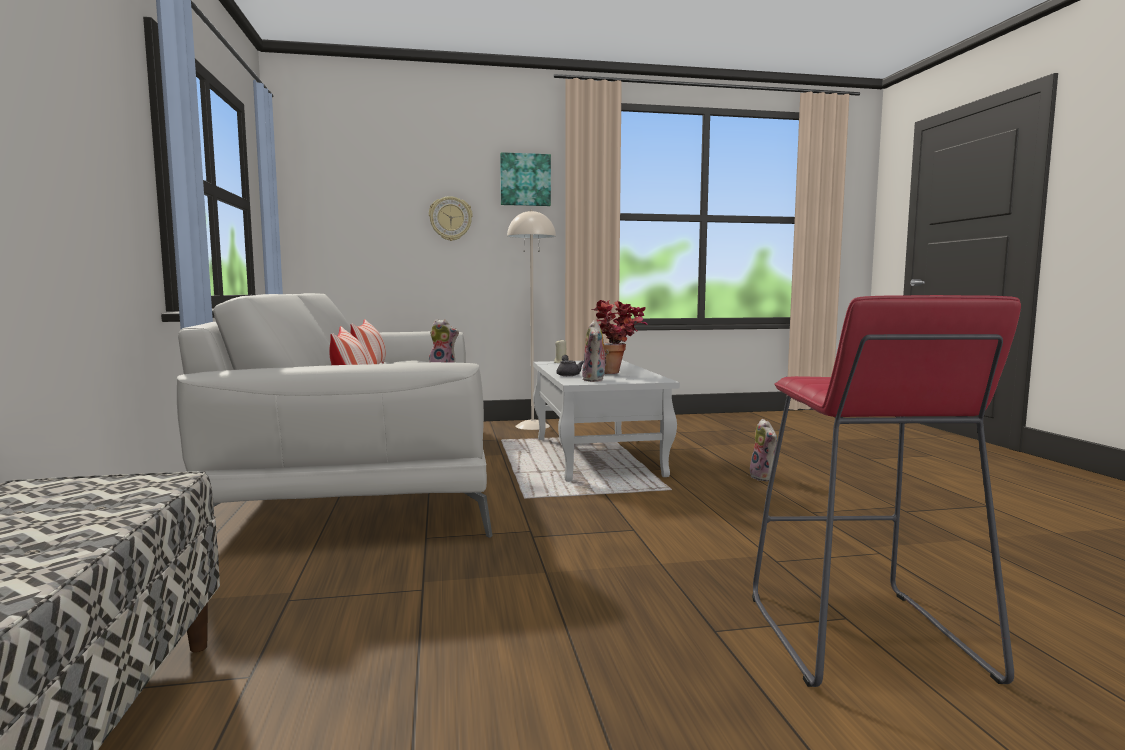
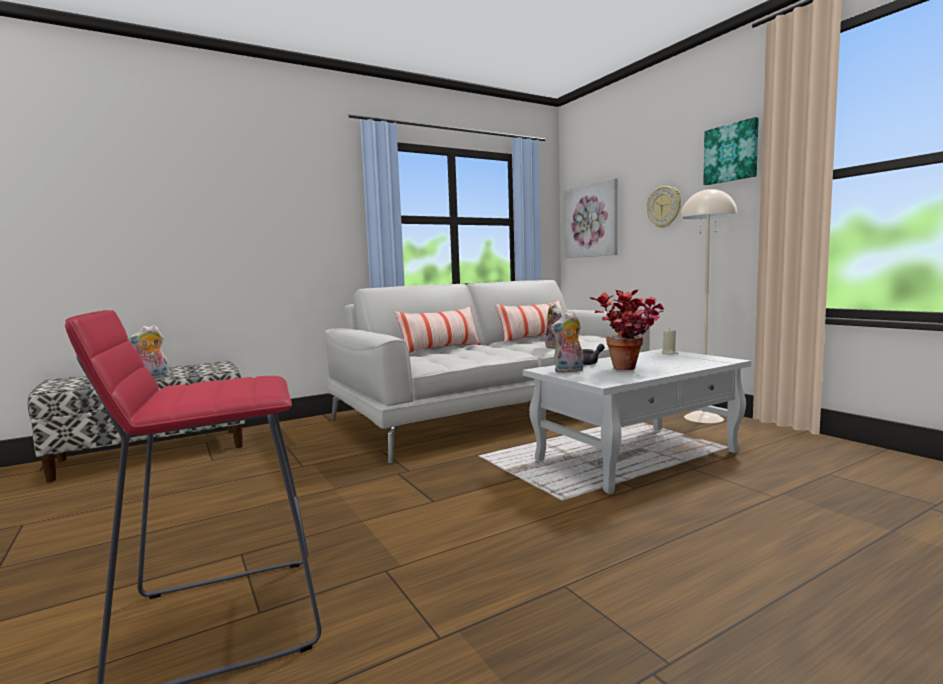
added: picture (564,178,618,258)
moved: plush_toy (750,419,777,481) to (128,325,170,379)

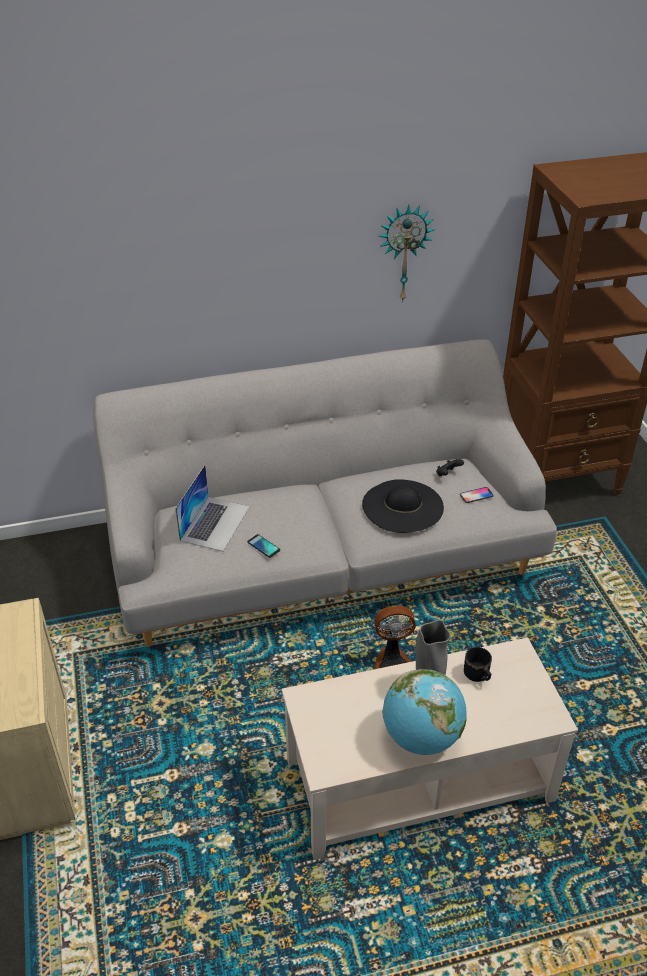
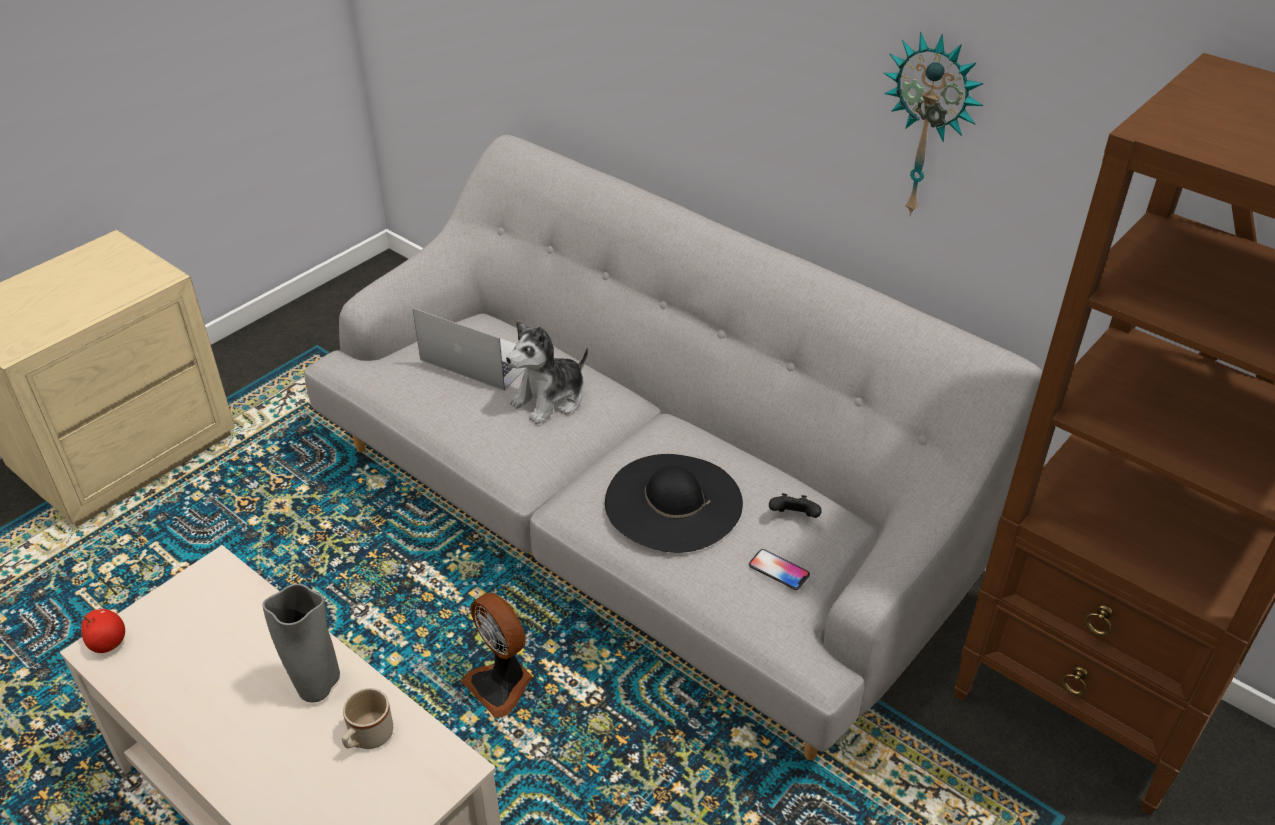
removed: phone (247,534,280,558); globe (382,669,466,755)
added: plush_toy (506,321,588,424); apple (81,609,125,653)
recoloured: black_mug (464,647,492,682) to beige_mug (342,688,393,749)
turned: laptop (175,465,250,552) = (413,308,525,391) 135 degrees counterclockwise

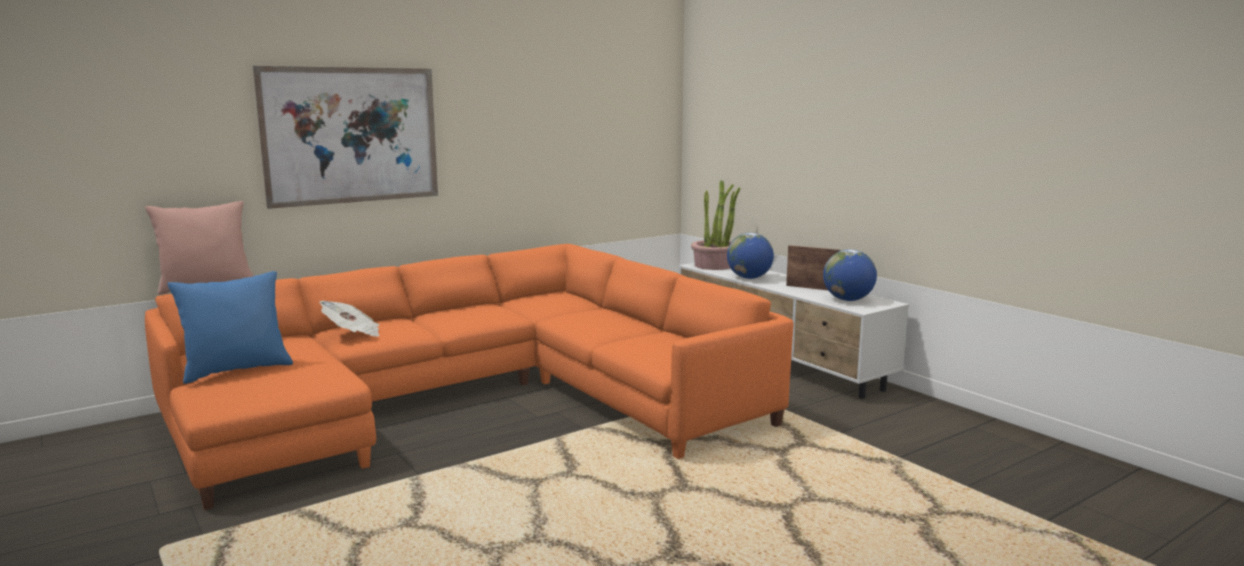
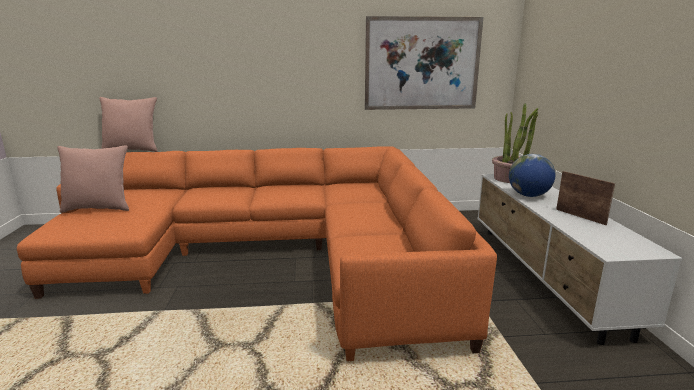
removed: globe (823,249,877,301); newspaper (320,301,379,337)
moved: picture (253,66,438,209) to (365,16,483,110)
recoloured: blue_pillow (167,271,293,384) to pink_pillow (57,146,129,213)

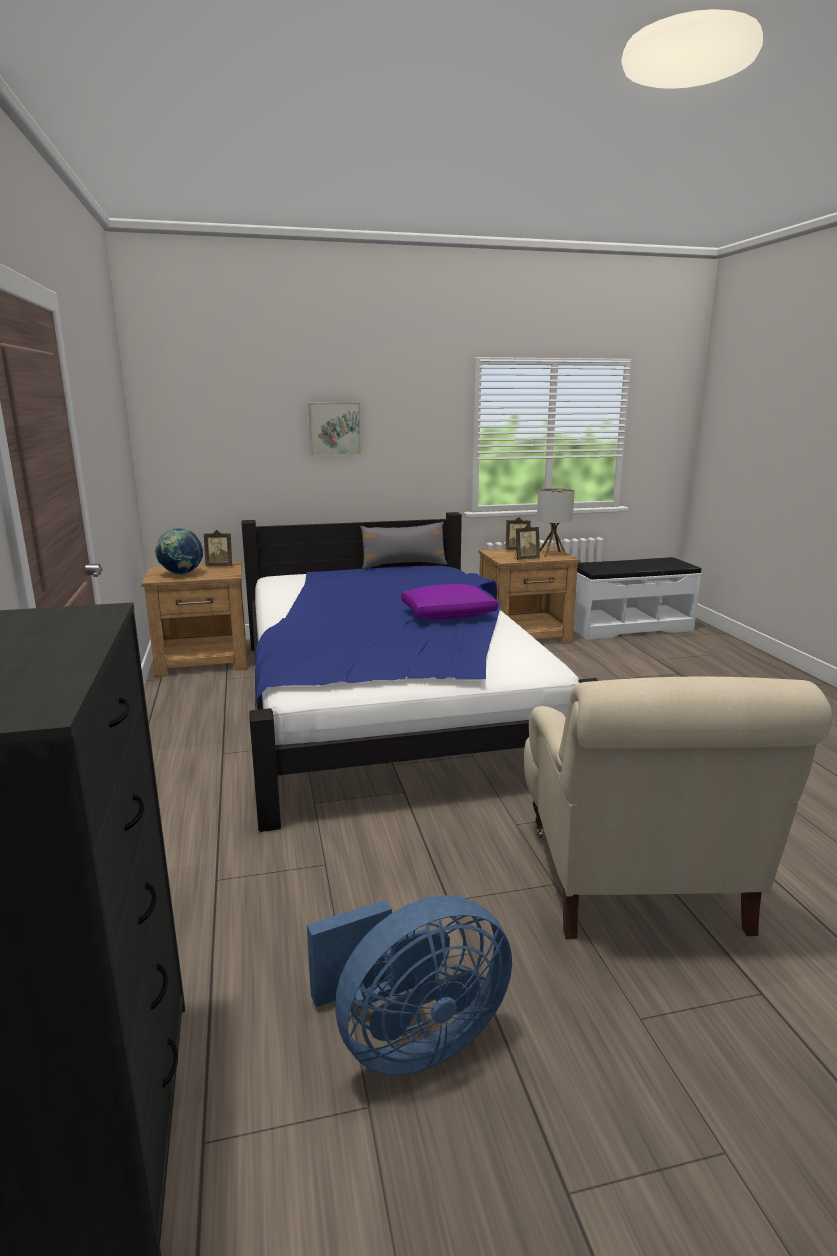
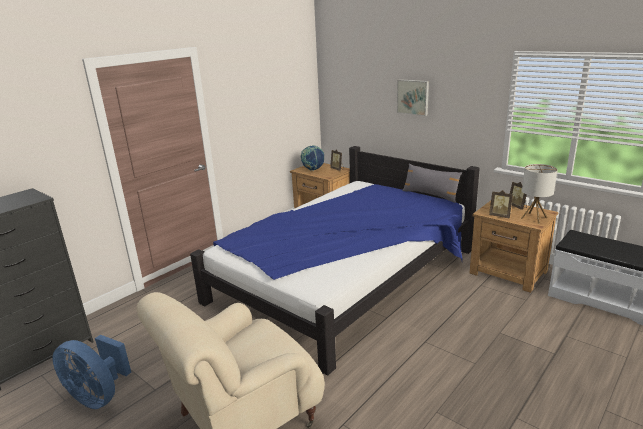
removed: purple_pillow (401,584,498,619)

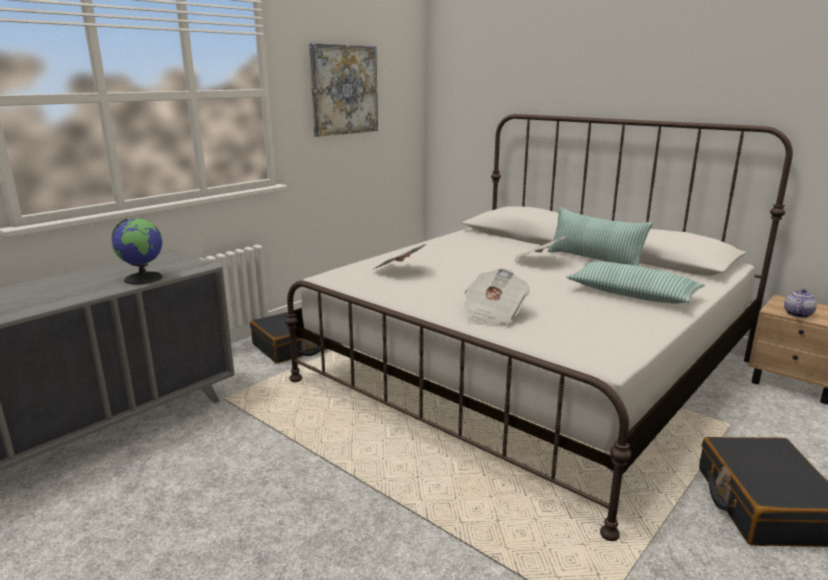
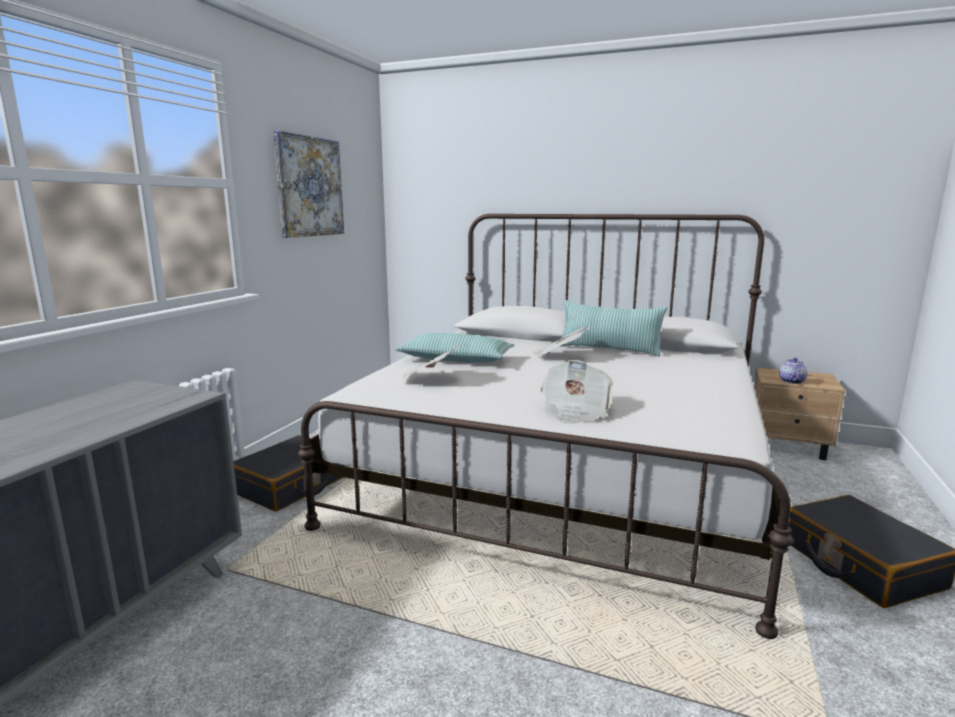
removed: globe (112,219,163,285)
moved: pillow (566,261,705,304) to (395,333,515,363)

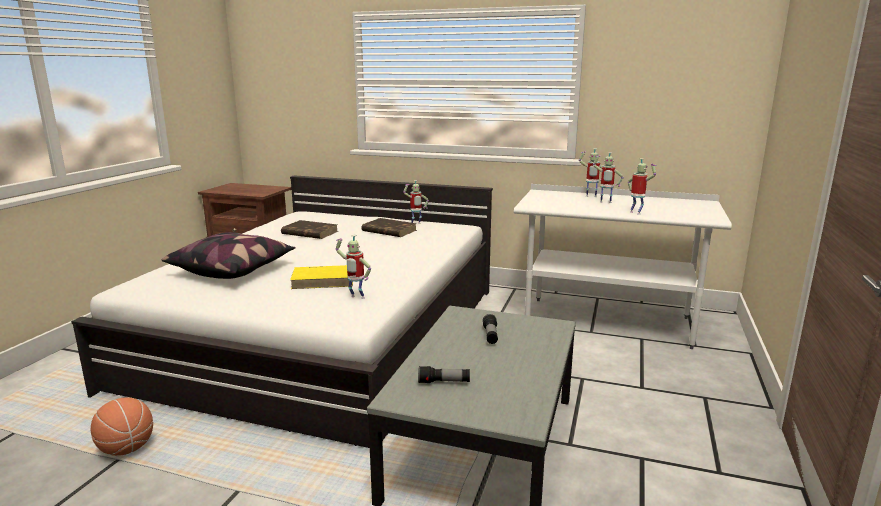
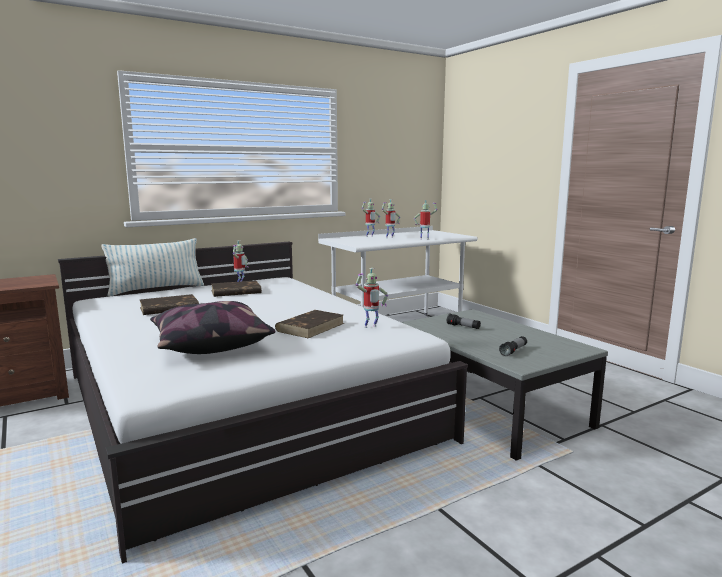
removed: basketball (90,397,153,456)
added: pillow (101,238,204,296)
recoloured: yellow_book (290,265,353,289) to brown_book (275,310,344,338)

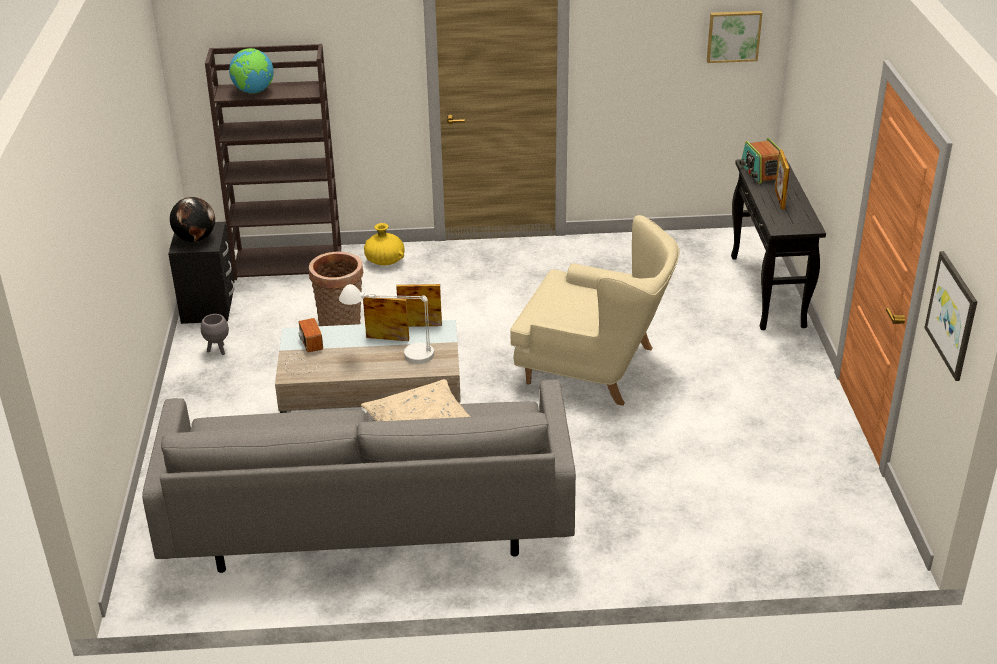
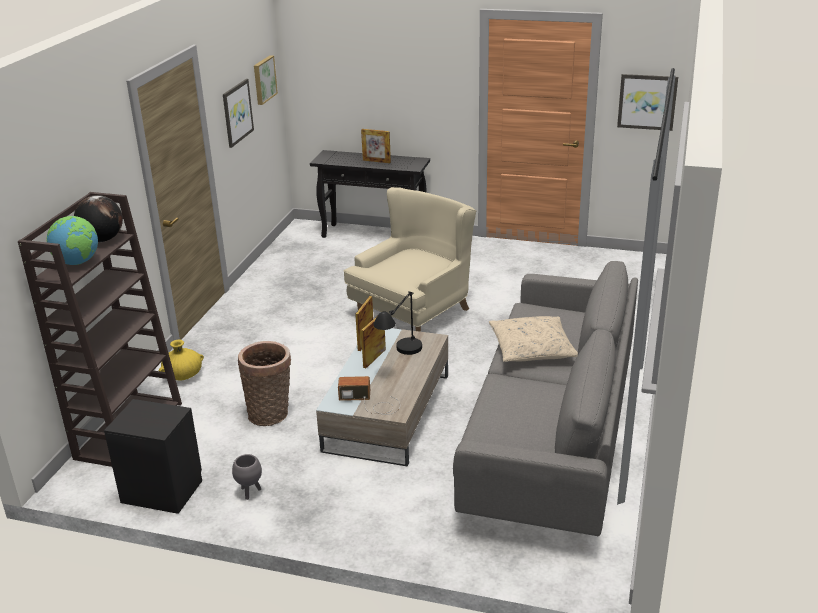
removed: radio (740,138,781,184)
added: picture (223,79,254,148)
moved: globe (170,197,215,242) to (74,195,123,242)
recoloured: white_table_lamp (339,284,435,364) to black_table_lamp (373,291,422,355)

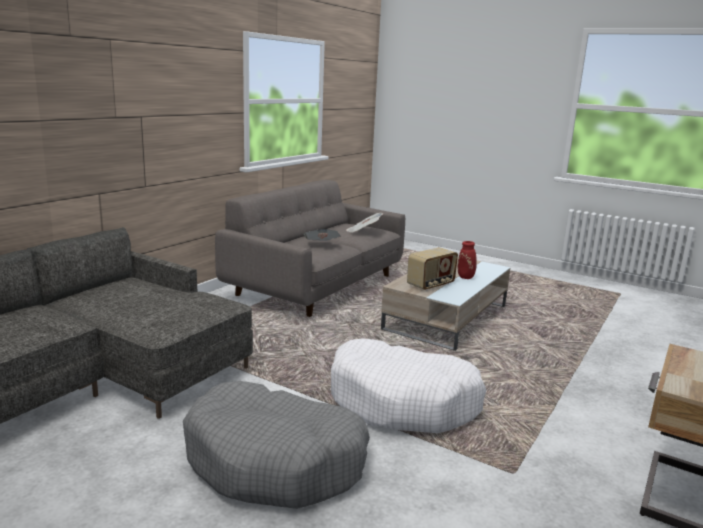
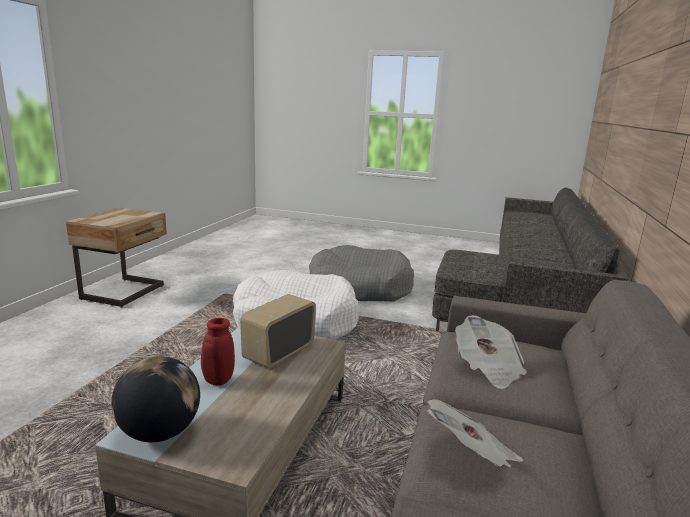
added: globe (111,356,200,442)

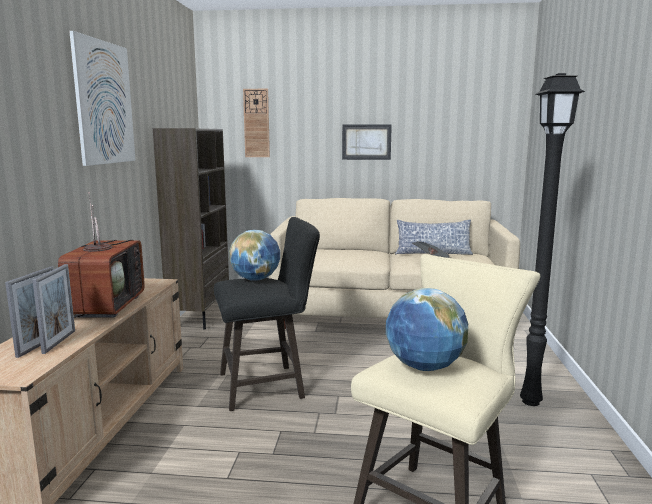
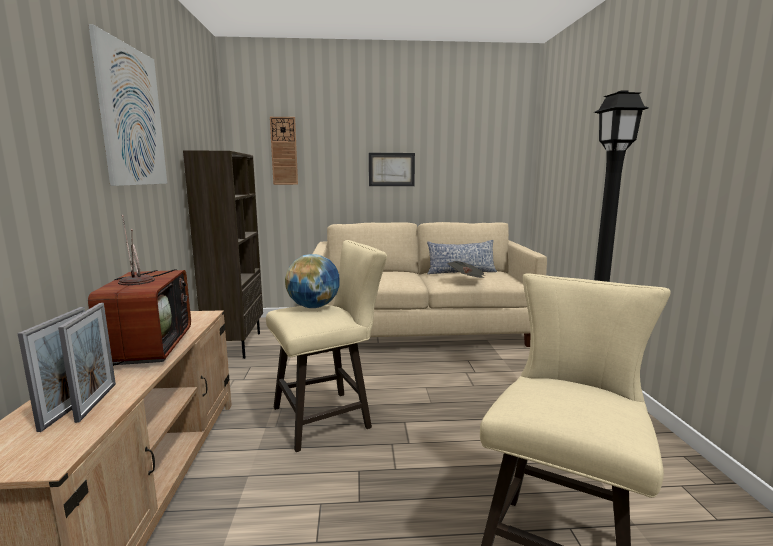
removed: globe (386,288,468,371)
recoloured: black_stool (214,217,320,411) to beige_stool (266,240,387,452)

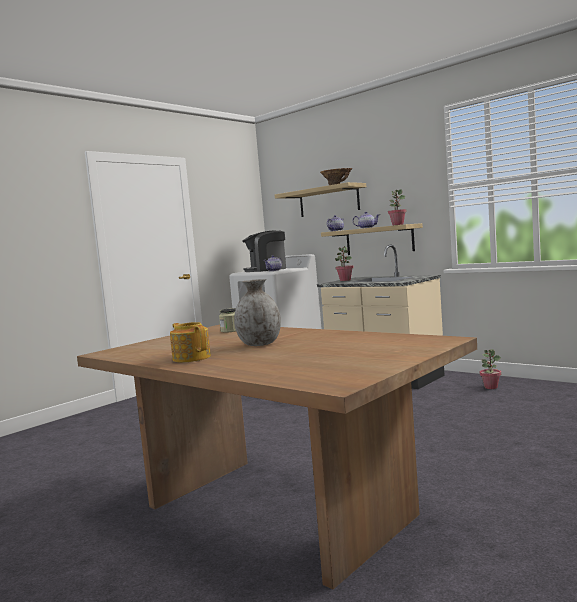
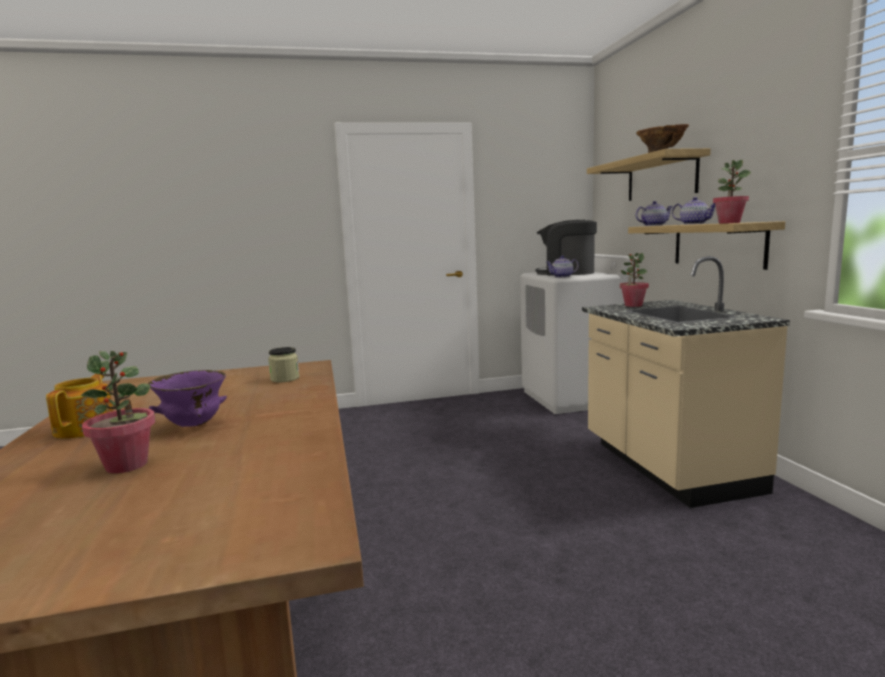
moved: potted_plant (480,349,501,389) to (81,351,155,474)
replaced: grey_vase (234,279,281,346) to purple_bowl (148,370,227,427)

